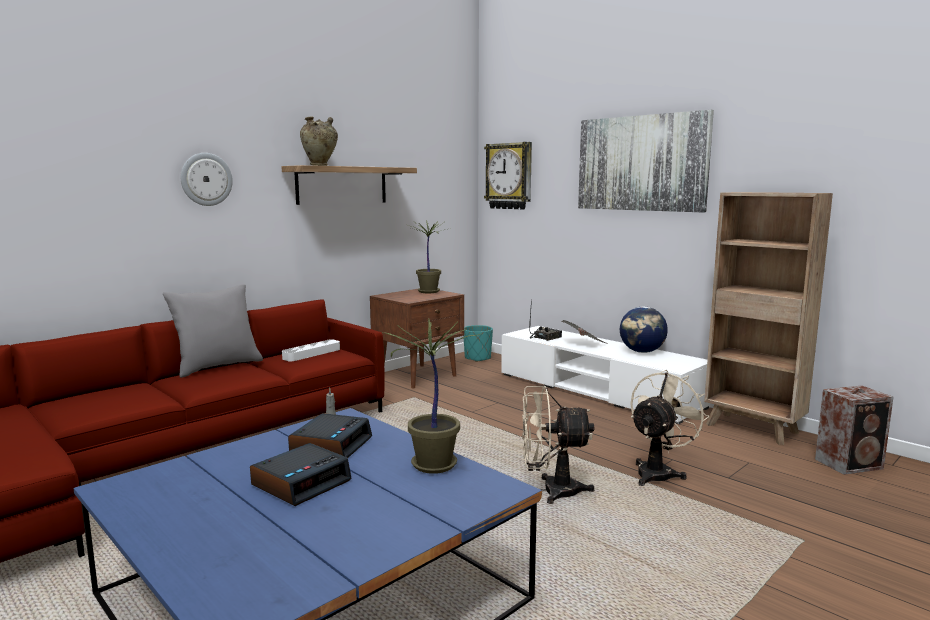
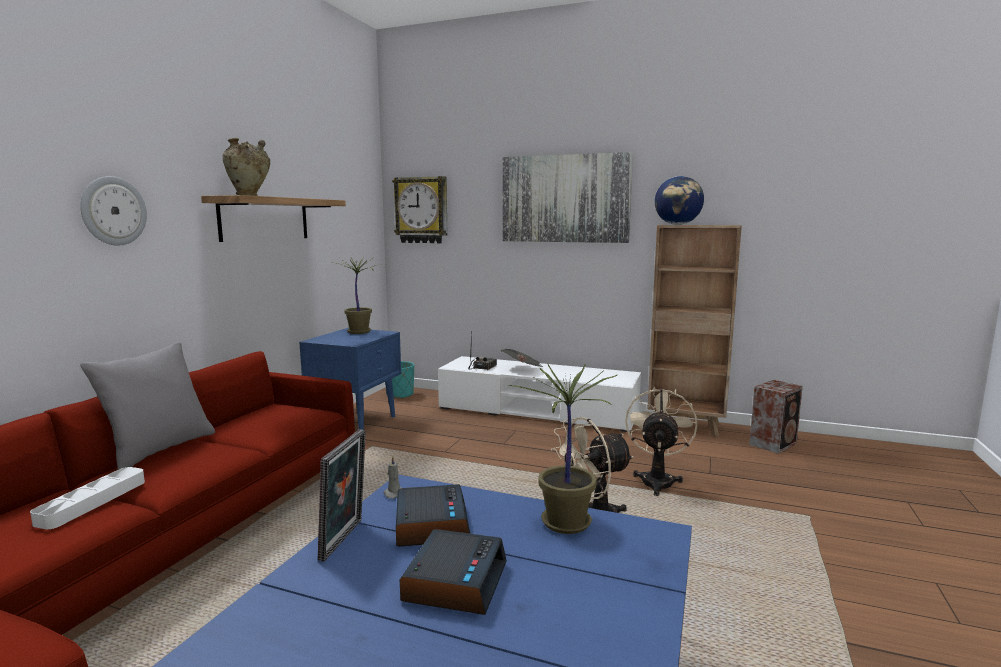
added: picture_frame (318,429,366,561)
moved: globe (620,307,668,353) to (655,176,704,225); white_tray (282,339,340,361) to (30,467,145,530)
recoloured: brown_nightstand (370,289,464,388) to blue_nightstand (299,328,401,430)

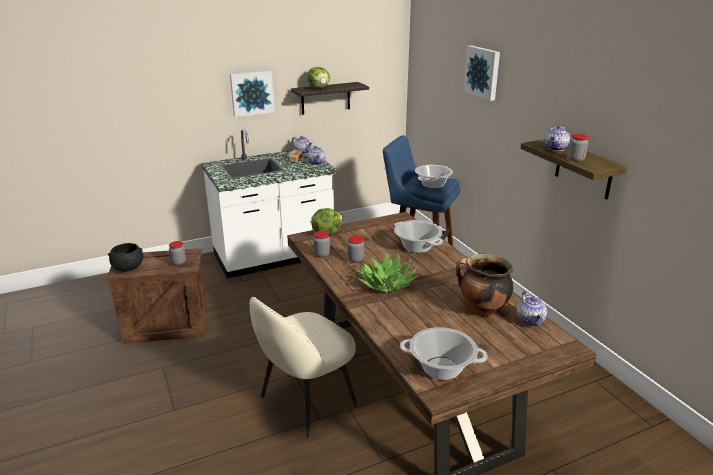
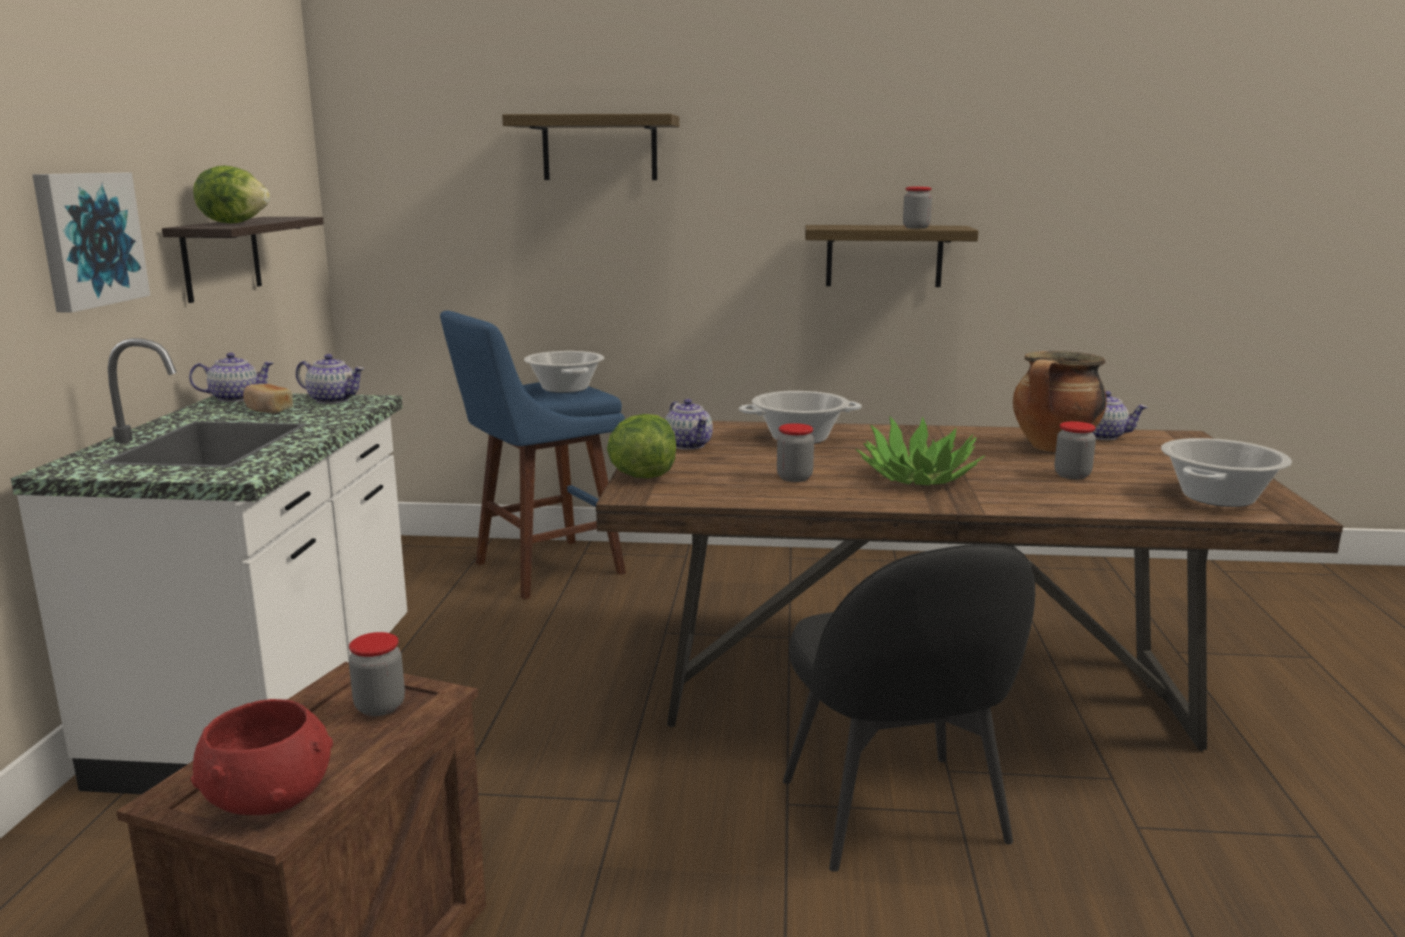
moved: teapot (545,125,570,151) to (665,399,713,450); jar (314,231,330,257) to (1054,421,1096,479)
replaced: picture (464,46,500,101) to shelf (502,114,679,180)
recoloured: black_bowl (108,243,144,272) to red_bowl (191,699,333,815); beige_chair (250,297,358,438) to black_chair (783,544,1035,872)

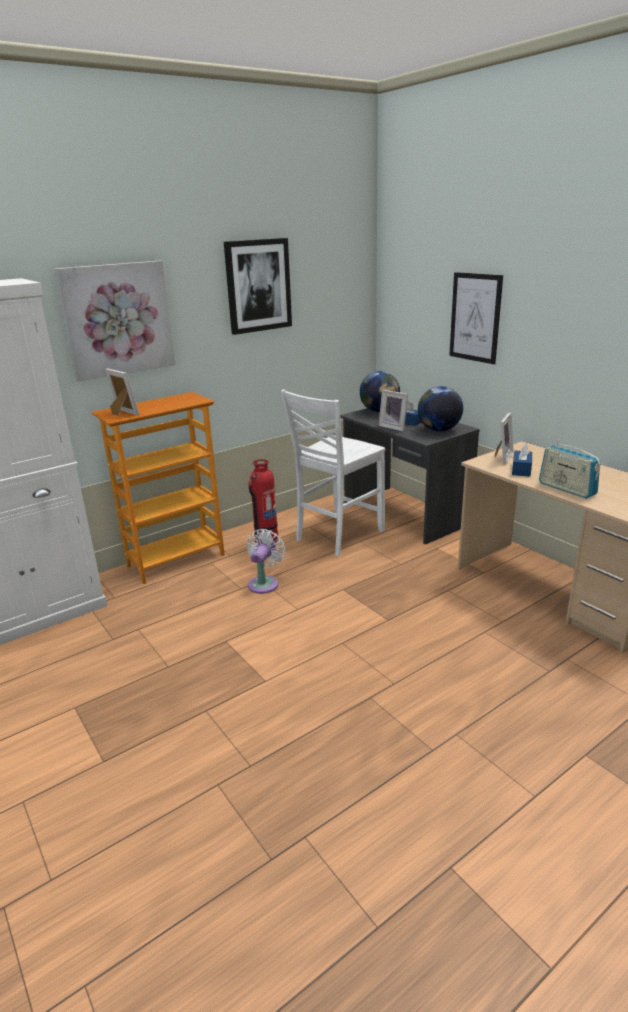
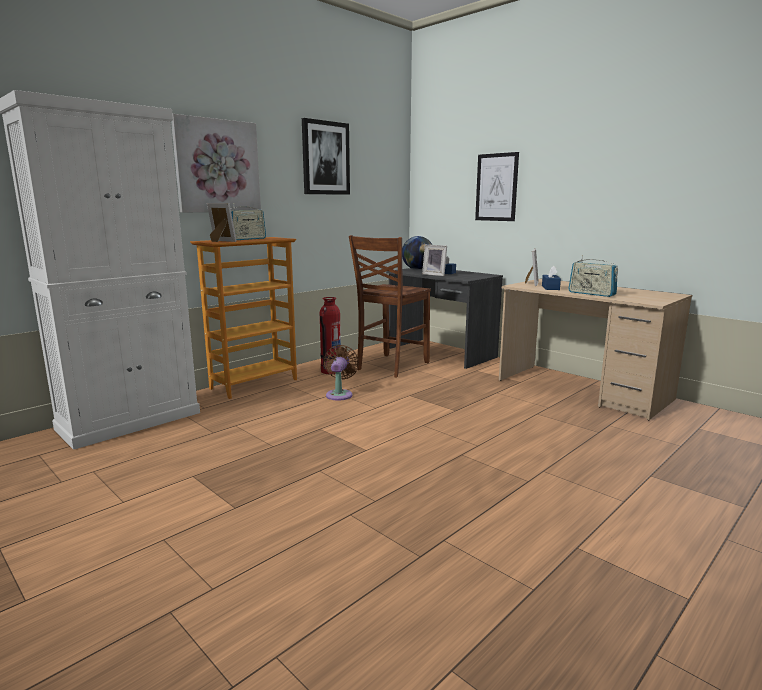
removed: globe (418,386,463,432)
added: radio (231,203,266,240)
recoloured: white_chair (281,389,385,556) to brown_chair (349,235,431,377); white_fan (246,529,285,594) to brown_fan (324,345,359,401)

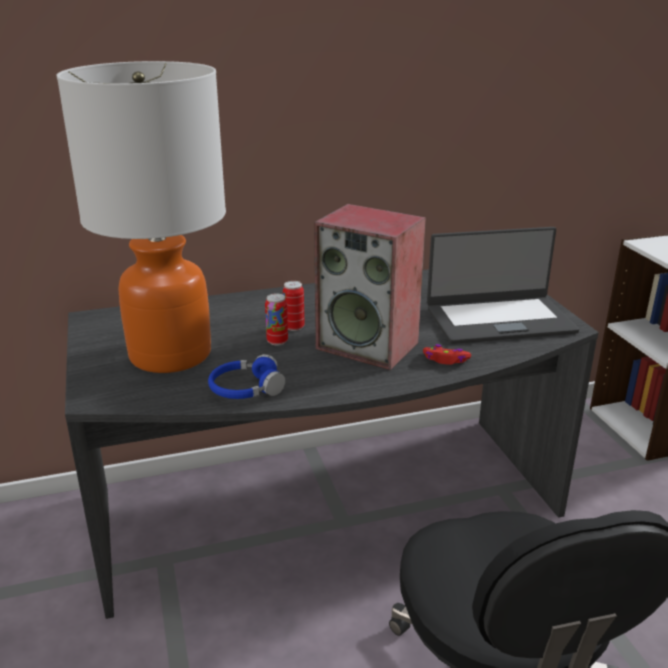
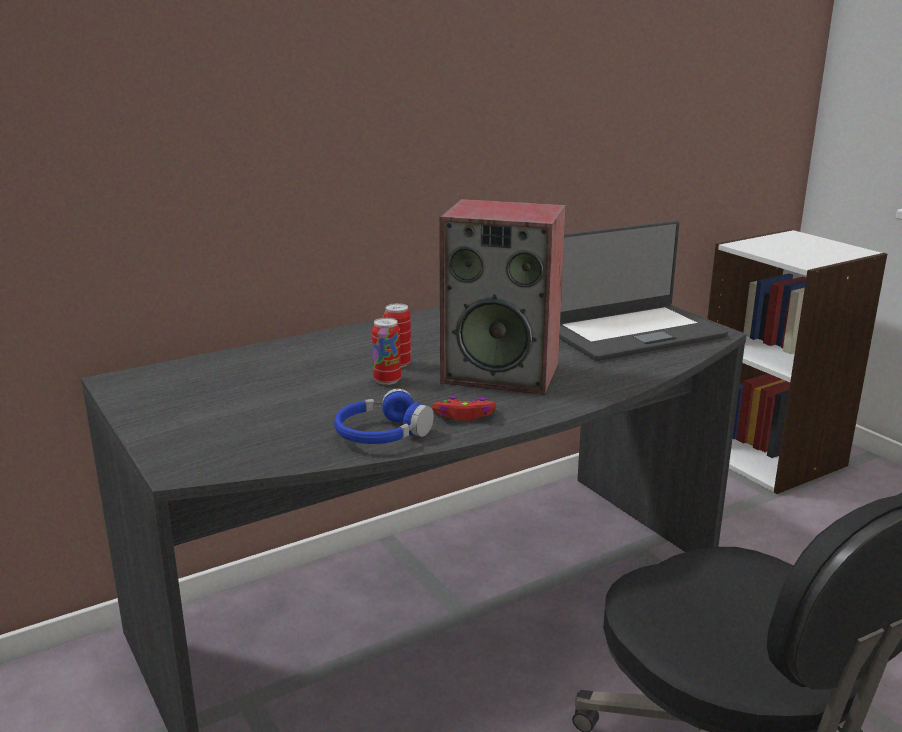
removed: table_lamp (57,61,226,373)
moved: red_game_controller (423,344,471,365) to (432,396,496,421)

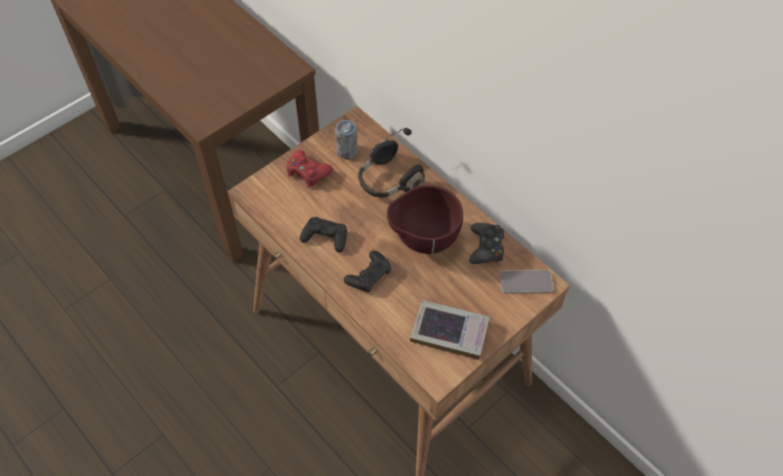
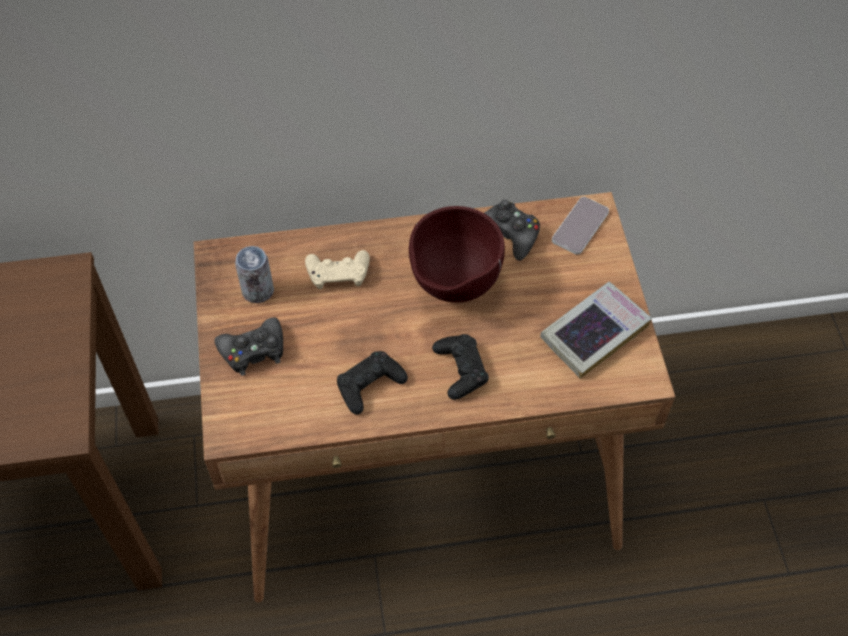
replaced: black_headphones (358,128,425,198) to beige_game_controller (305,250,370,289)
recoloured: red_game_controller (286,149,333,188) to black_game_controller (214,317,283,376)

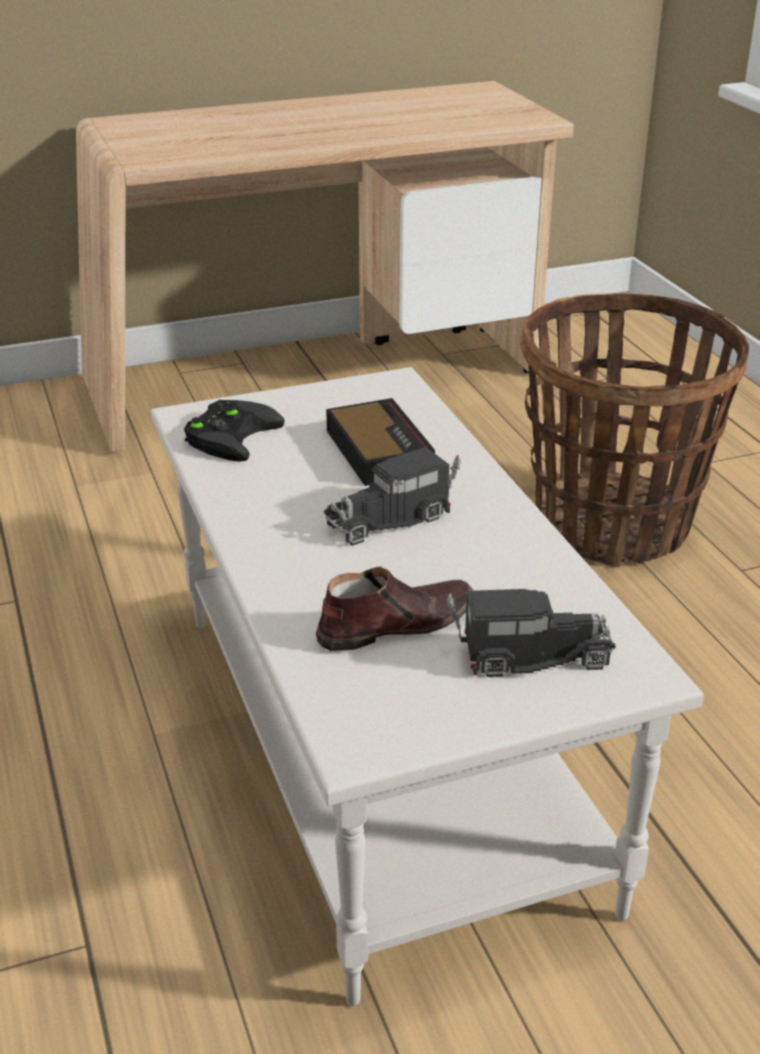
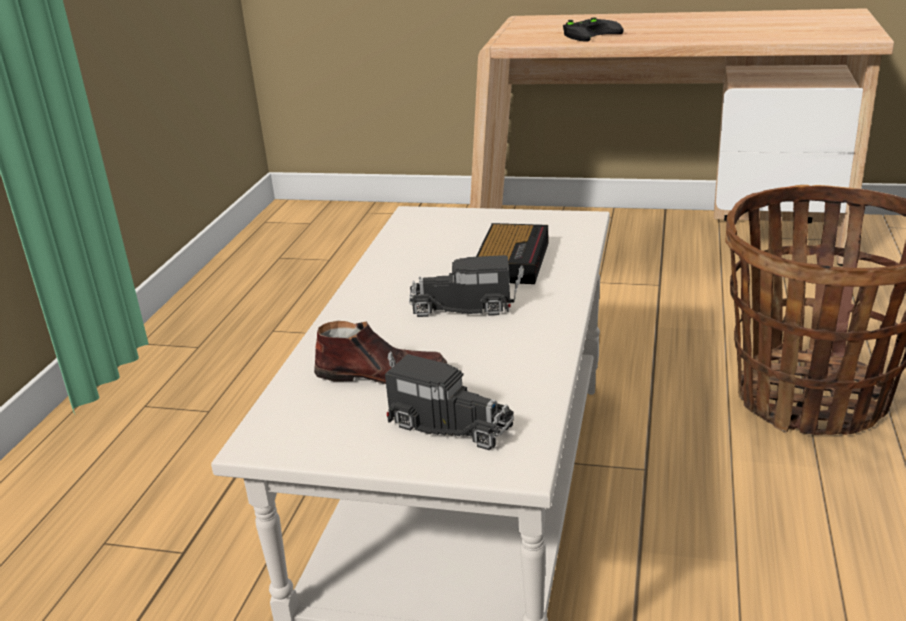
moved: black_game_controller (184,400,285,462) to (563,17,624,41)

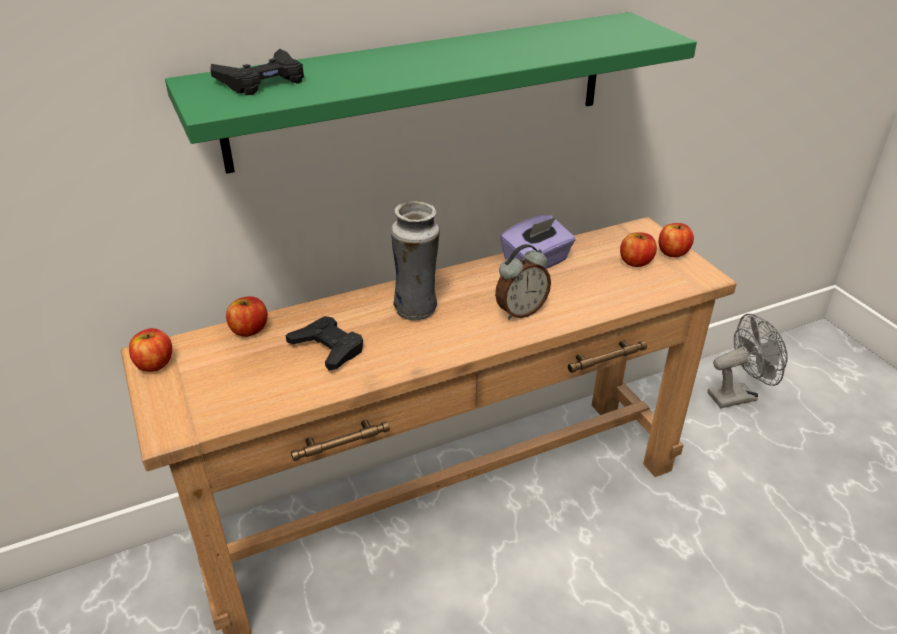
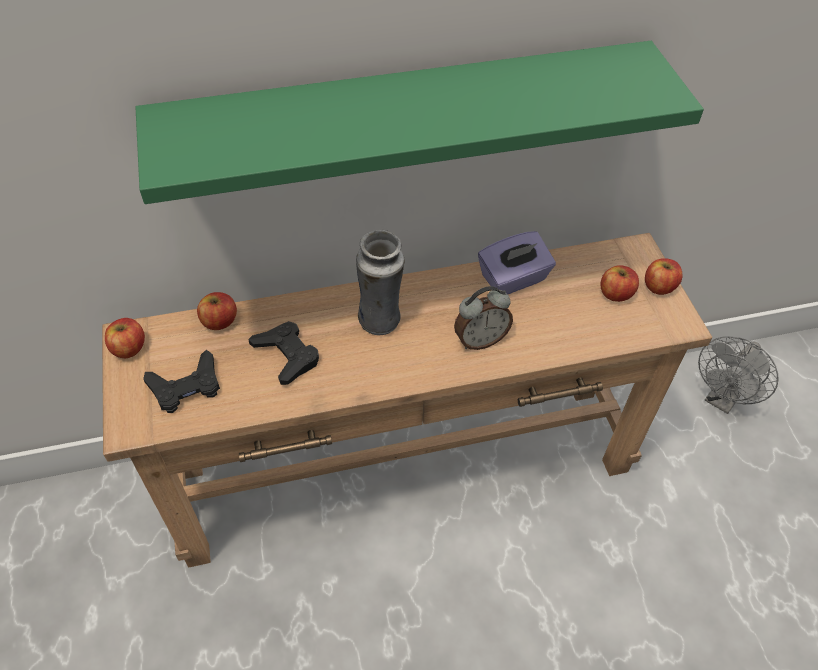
moved: black_game_controller (210,49,304,95) to (143,350,220,413)
turned: grey_fan (707,314,788,408) = (698,336,779,414) 135 degrees clockwise

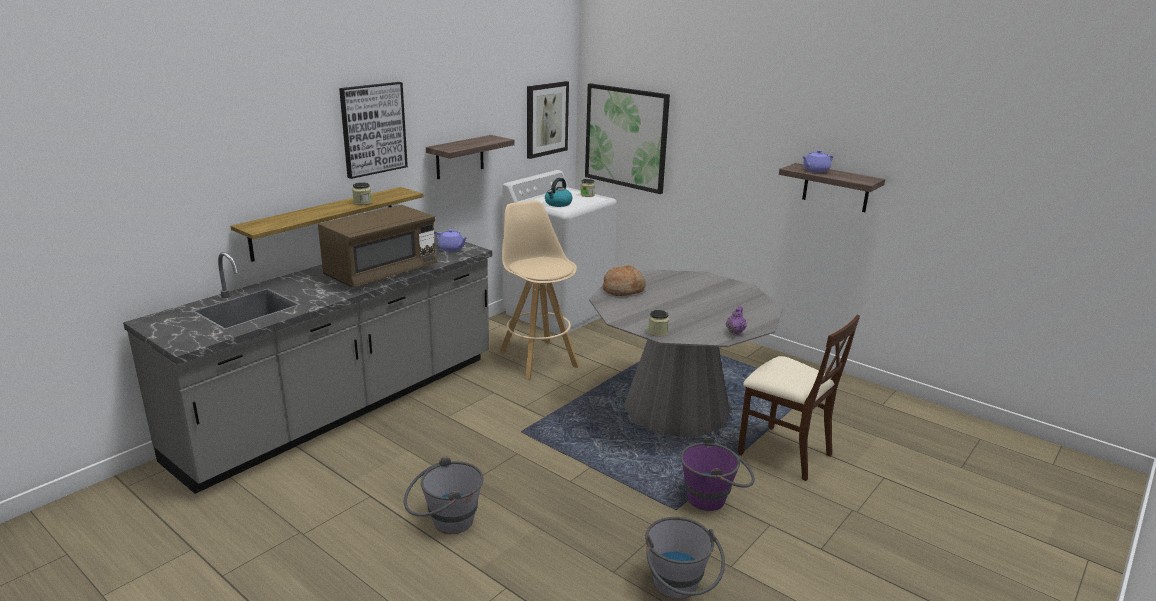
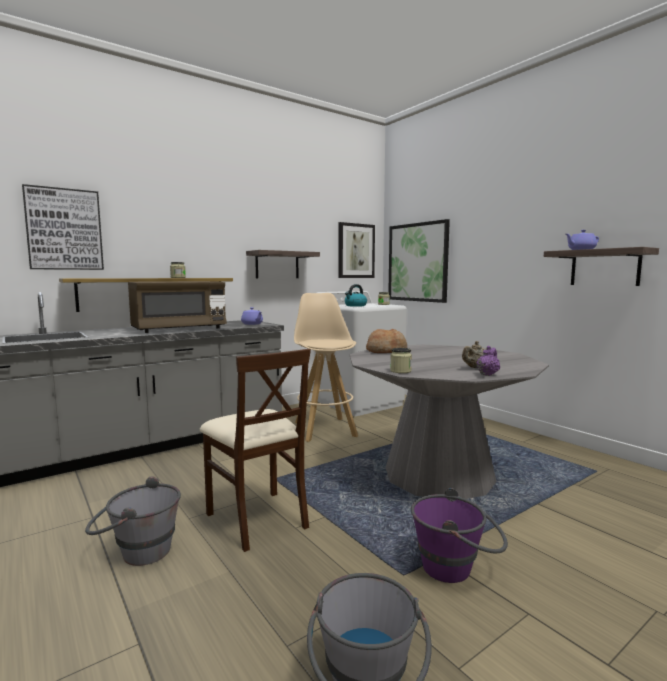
added: beige_teapot (462,341,485,368)
moved: picture (339,82,408,179) to (22,184,104,270); beige_chair (737,315,860,481) to (200,349,311,552)

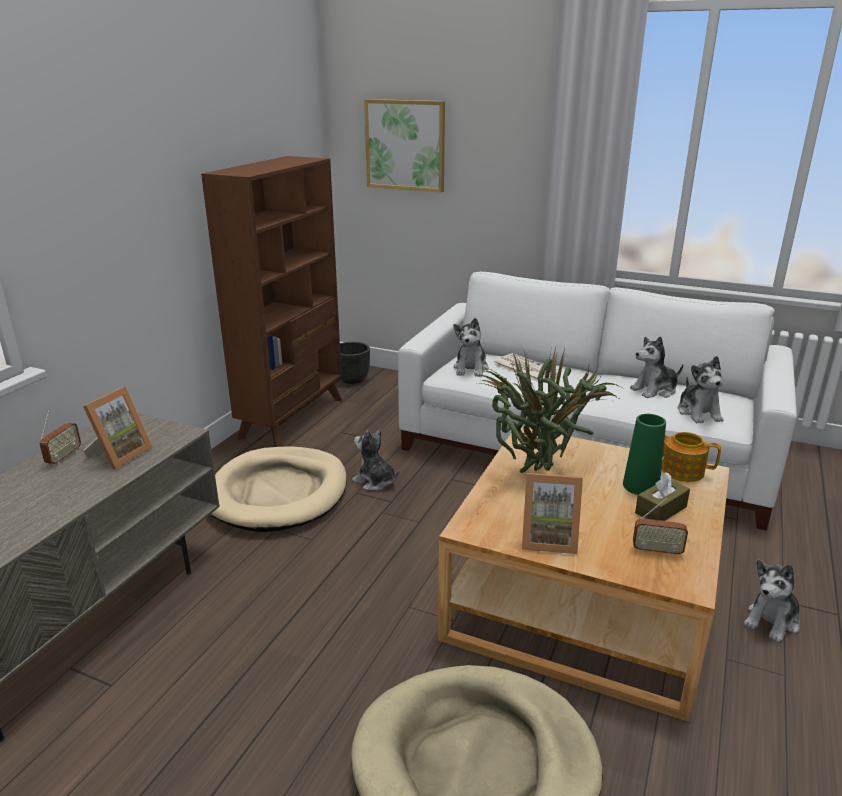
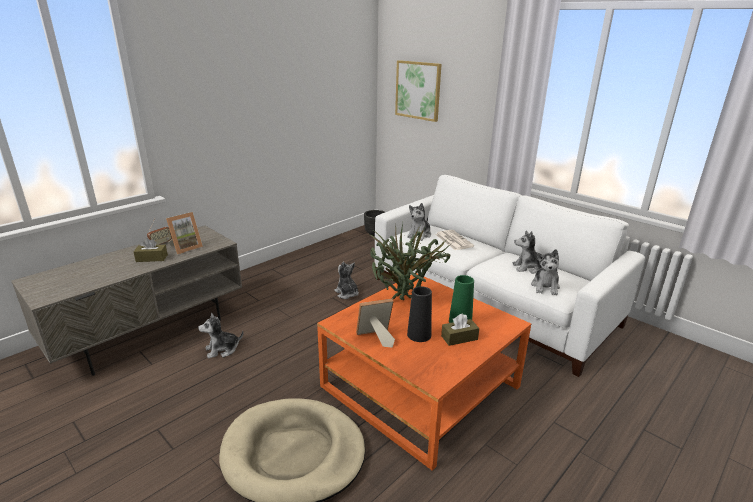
removed: brown_bookcase (201,156,342,447); teapot (662,432,721,482); beige_dog_bed (211,446,347,532); radio (633,498,688,557)
added: brown_tissue_box (134,238,168,262); black_vase (407,286,432,342)
moved: plush_toy (744,560,800,643) to (198,313,243,359)
recoloured: beige_coffee_table (438,427,729,722) to orange_coffee_table (317,273,531,471)
turned: picture_frame (522,473,583,554) = (356,298,395,348) 135 degrees clockwise

